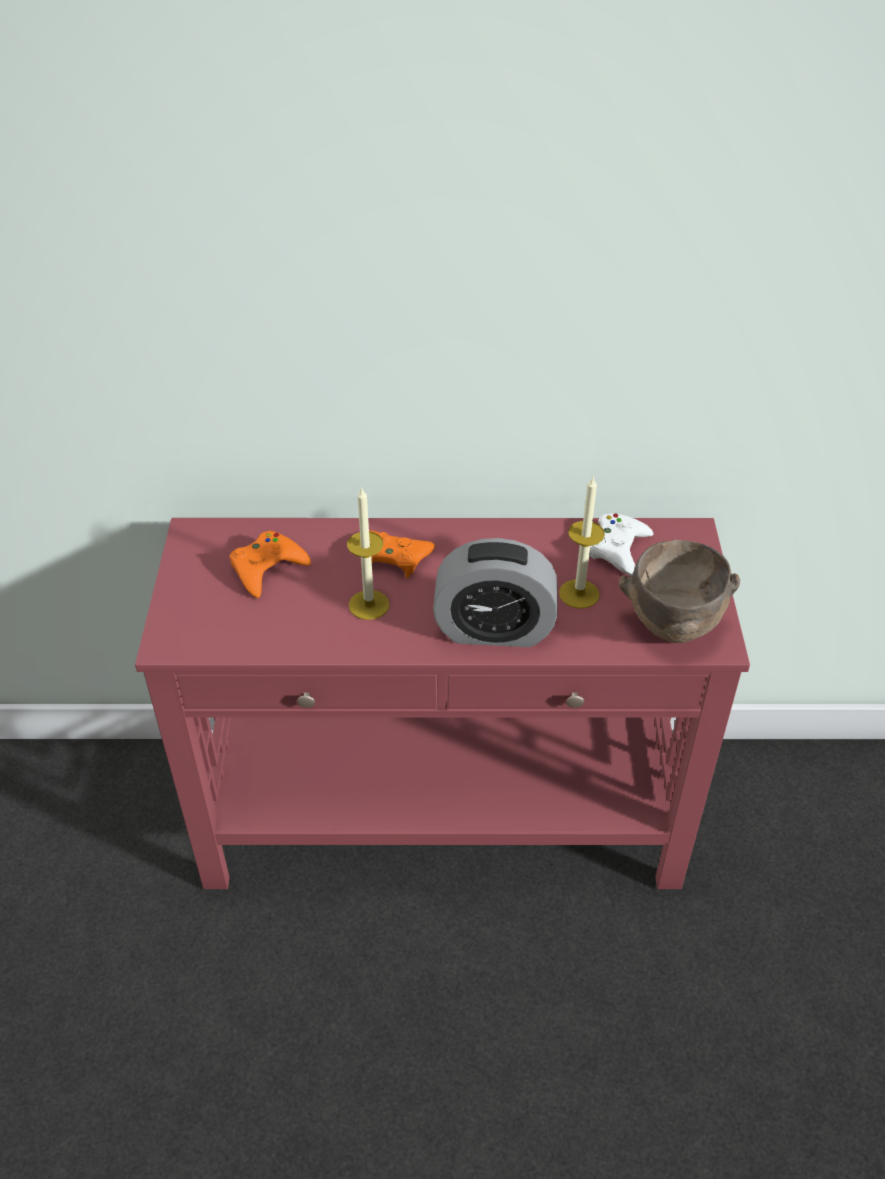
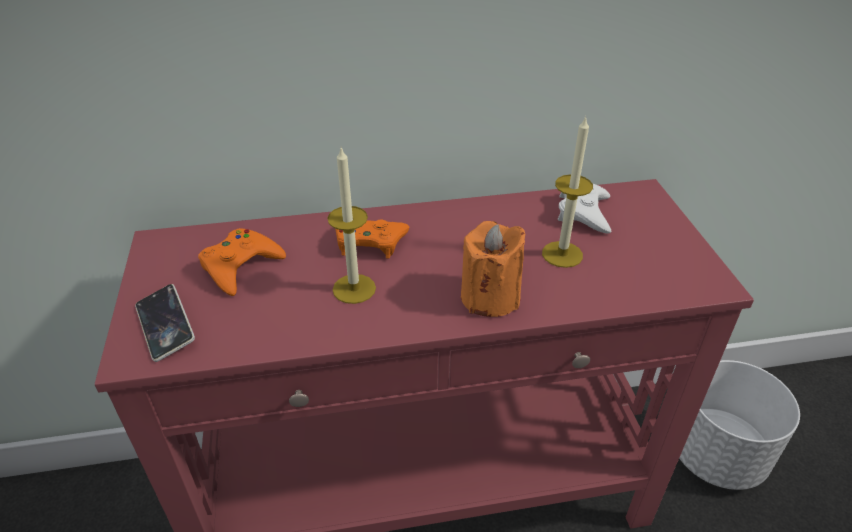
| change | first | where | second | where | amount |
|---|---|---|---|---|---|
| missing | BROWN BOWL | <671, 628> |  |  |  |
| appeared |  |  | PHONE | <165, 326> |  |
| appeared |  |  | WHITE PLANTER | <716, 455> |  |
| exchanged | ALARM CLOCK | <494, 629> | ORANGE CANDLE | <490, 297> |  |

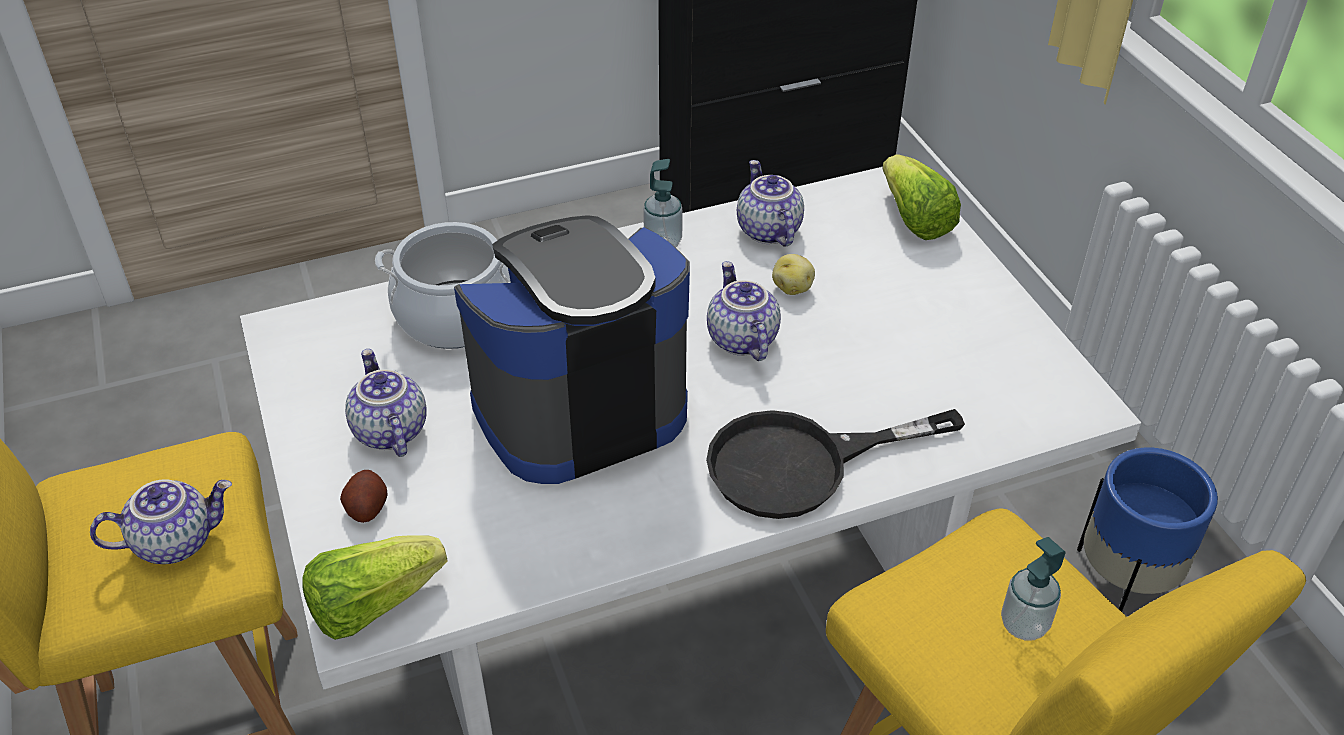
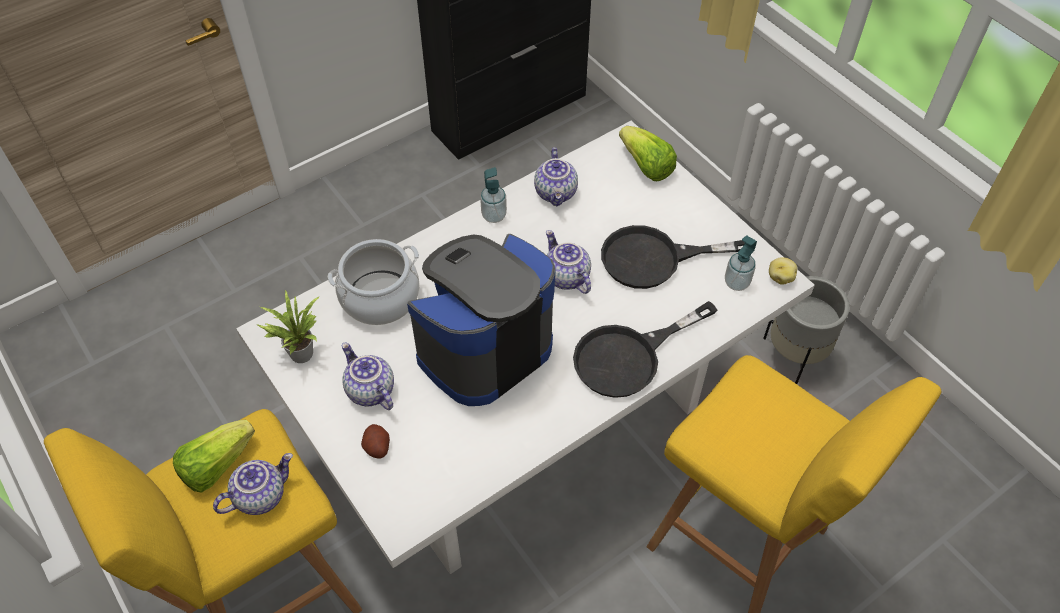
| change | first | where | second | where | amount |
|---|---|---|---|---|---|
| appeared |  |  | POTTED PLANT | <299, 352> |  |
| appeared |  |  | BLACK FRYING PAN | <655, 259> |  |
| relocated | LETTUCE | <373, 604> |  | <217, 465> |  |
| relocated | POTATO | <792, 287> |  | <780, 277> |  |
| relocated | SOAP DISPENSER | <1024, 624> |  | <736, 282> |  |
| colour | BLUE PLANTER | <1123, 587> | GREY PLANTER | <795, 356> |  |
| spun | TEAPOT | <767, 230> |  | <557, 193> | 150 degrees counterclockwise |

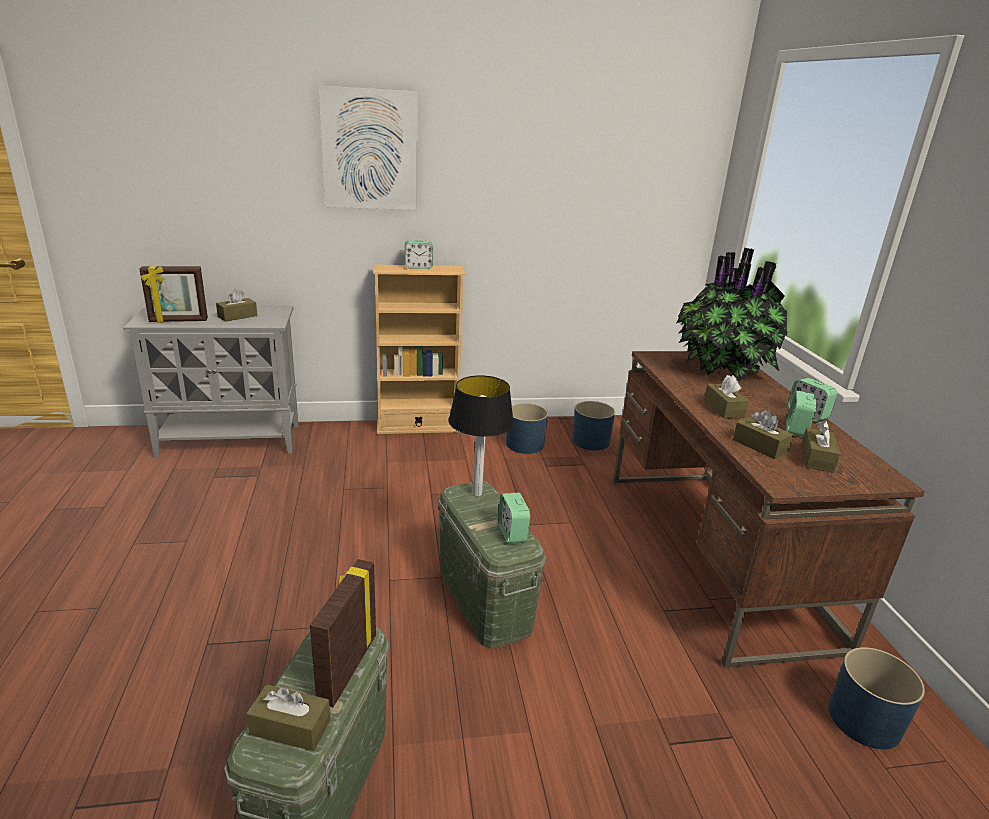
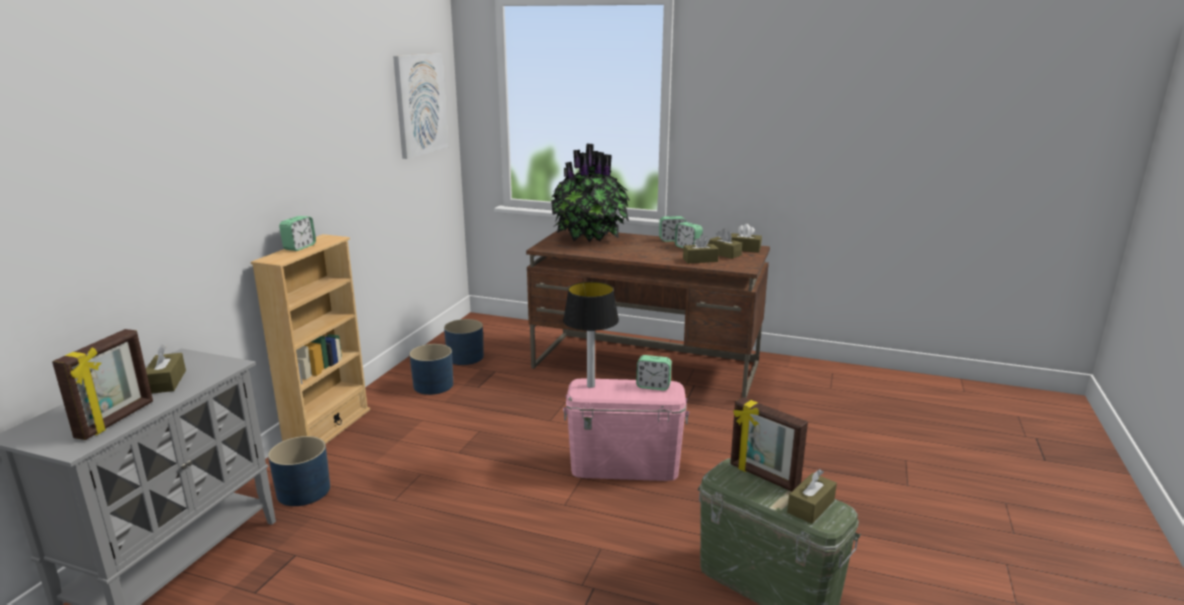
| change | first | where | second | where | amount |
|---|---|---|---|---|---|
| relocated | PICTURE | <370, 150> |  | <420, 104> |  |
| relocated | BROWN TISSUE BOX | <723, 409> |  | <744, 249> |  |
| relocated | BLUE PLANTER | <864, 720> |  | <304, 491> |  |
| colour | GREEN STORAGE BOX | <485, 600> | PINK STORAGE BOX | <625, 465> |  |

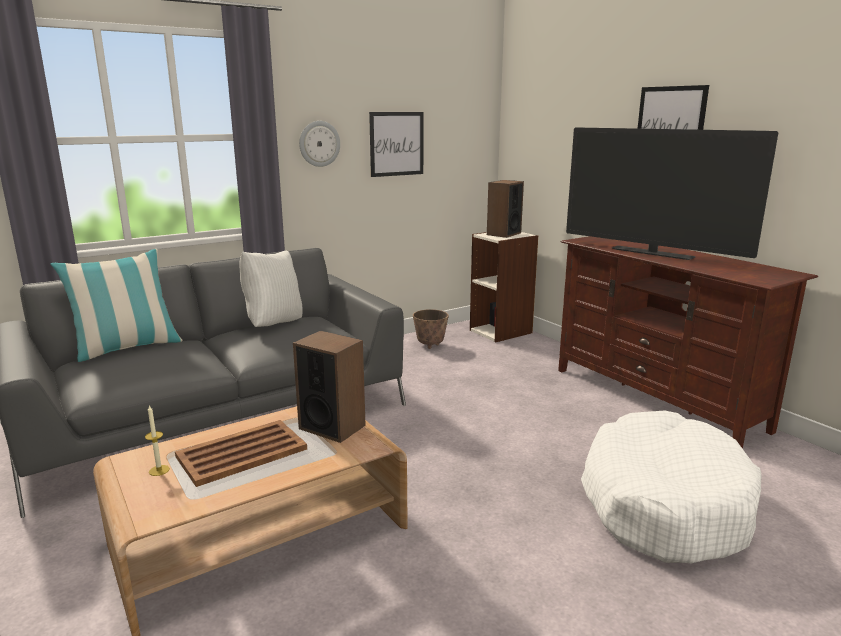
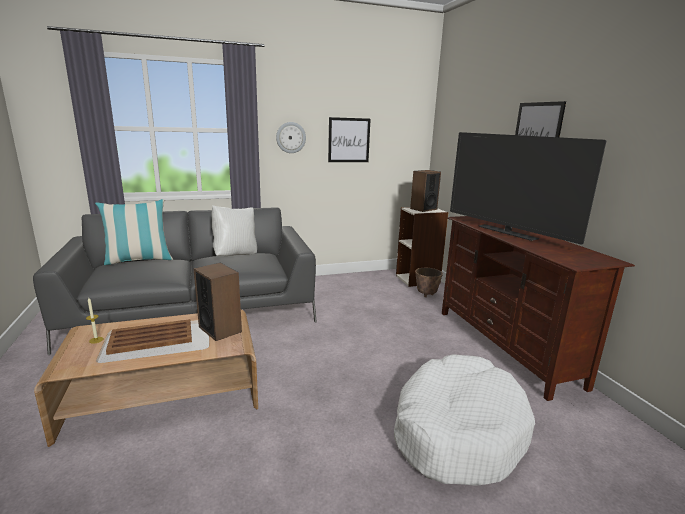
| change | first | where | second | where | amount |
|---|---|---|---|---|---|
| relocated | PLANTER | <430, 345> |  | <426, 294> |  |

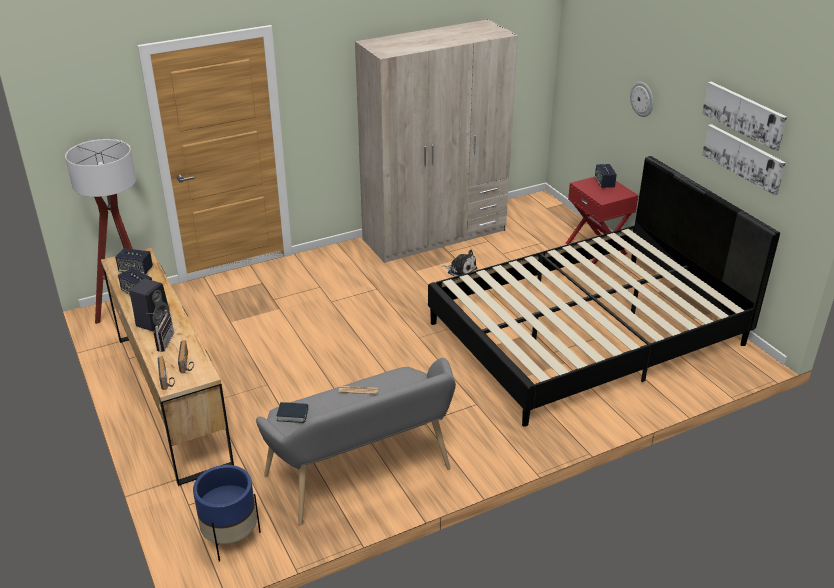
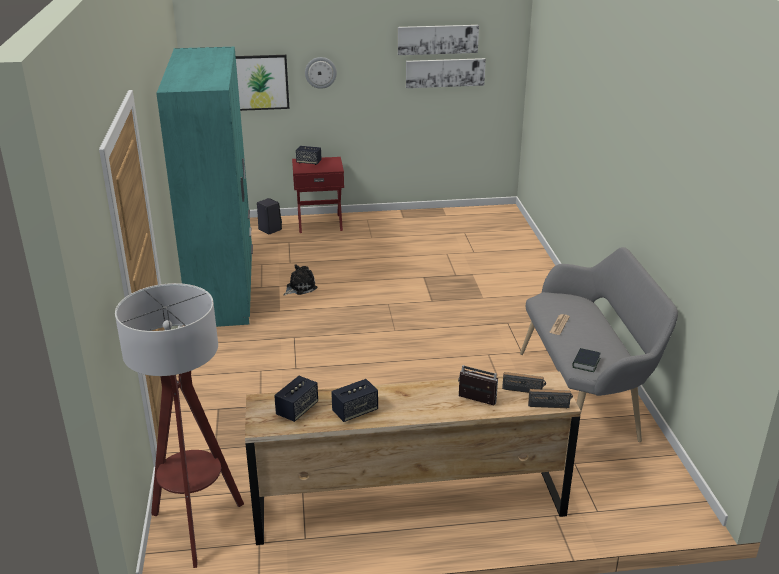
| change | first | where | second | where | amount |
|---|---|---|---|---|---|
| missing | BLUE PLANTER | <231, 538> |  |  |  |
| missing | BLACK BED | <587, 334> |  |  |  |
| appeared |  |  | PICTURE | <260, 82> |  |
| relocated | BLACK SPEAKER | <154, 322> |  | <269, 229> |  |
| colour | BEIGE WARDROBE | <435, 235> | TURQUOISE WARDROBE | <223, 287> |  |

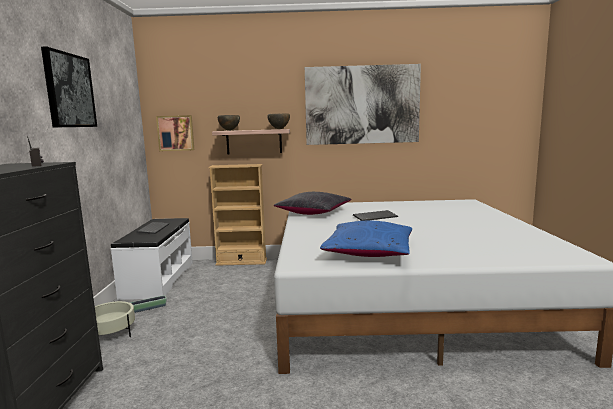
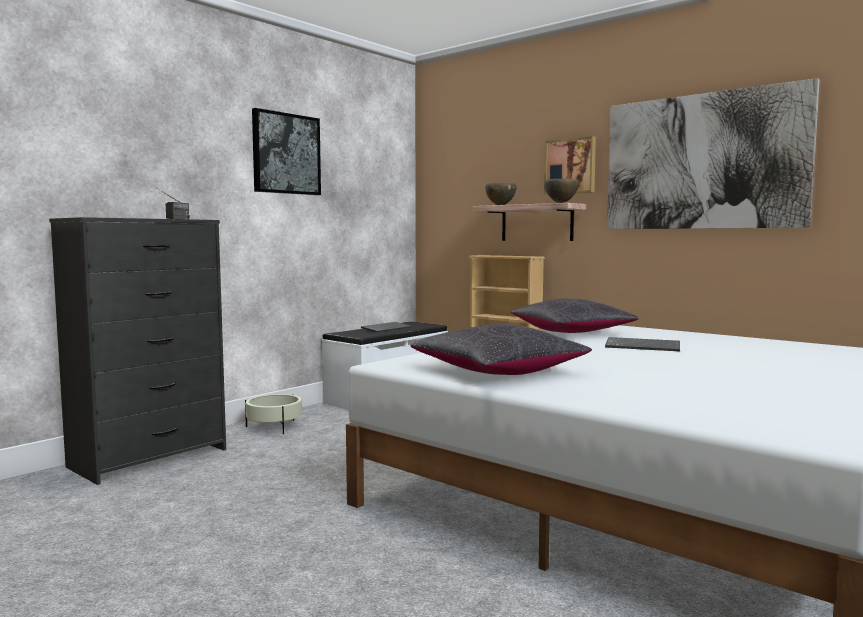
| change | first | where | second | where | amount |
|---|---|---|---|---|---|
| missing | PLANTER | <149, 308> |  |  |  |
| relocated | PICTURE | <176, 133> |  | <570, 166> |  |
| colour | BLUE PILLOW | <369, 252> | BLACK PILLOW | <498, 371> |  |

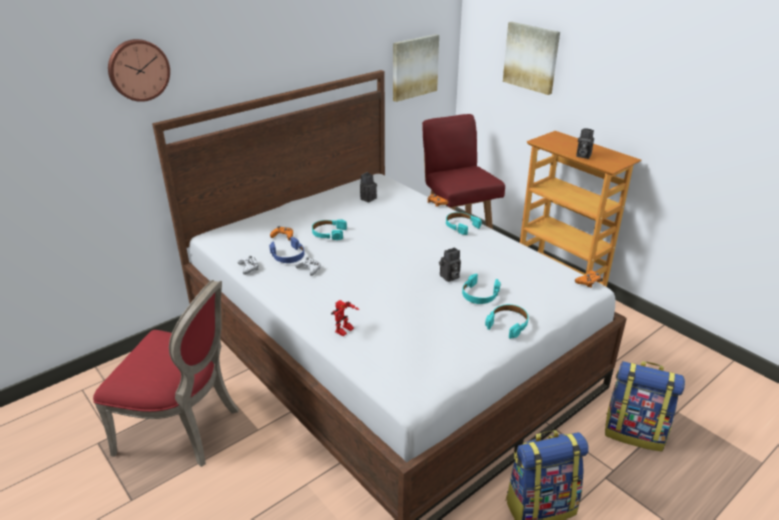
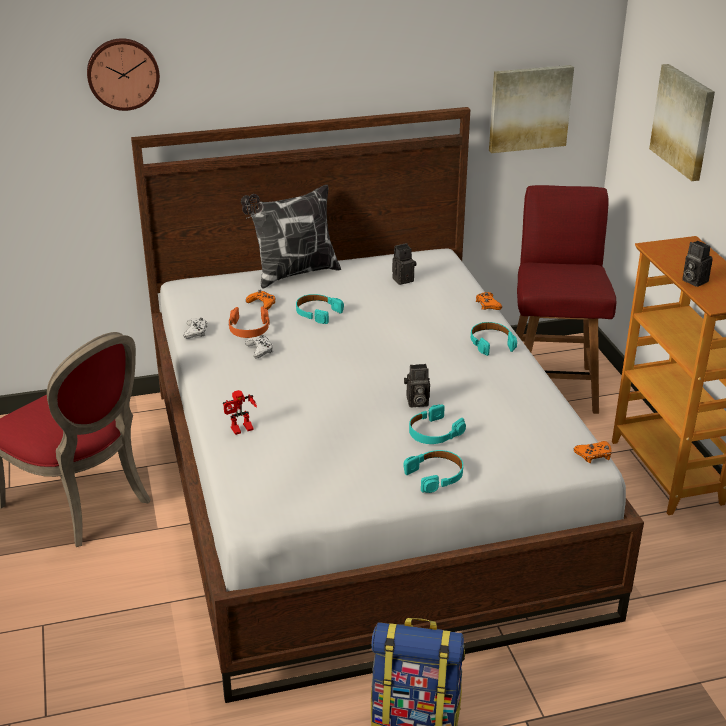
| change | first | where | second | where | amount |
|---|---|---|---|---|---|
| missing | BACKPACK | <635, 432> |  |  |  |
| appeared |  |  | PILLOW | <293, 273> |  |
| colour | BLUE HEADPHONES | <288, 256> | ORANGE HEADPHONES | <249, 329> |  |

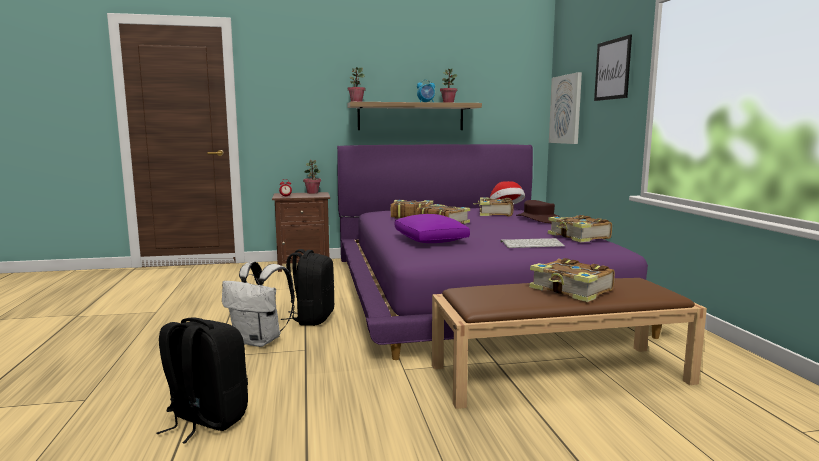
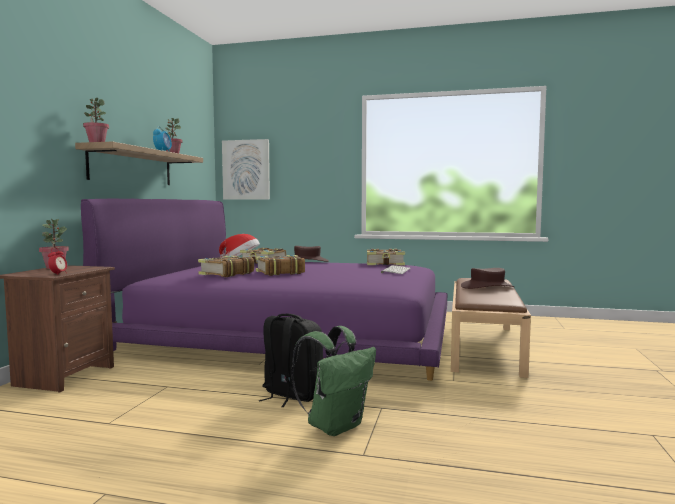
| change | first | where | second | where | amount |
|---|---|---|---|---|---|
| missing | BLACK BACKPACK | <205, 420> |  |  |  |
| missing | PURPLE PILLOW | <430, 240> |  |  |  |
| missing | PICTURE | <612, 69> |  |  |  |
| exchanged | BOOK | <571, 290> | BROWN HAT | <487, 287> |  |
| colour | WHITE BACKPACK | <260, 341> | GREEN BACKPACK | <335, 425> |  |

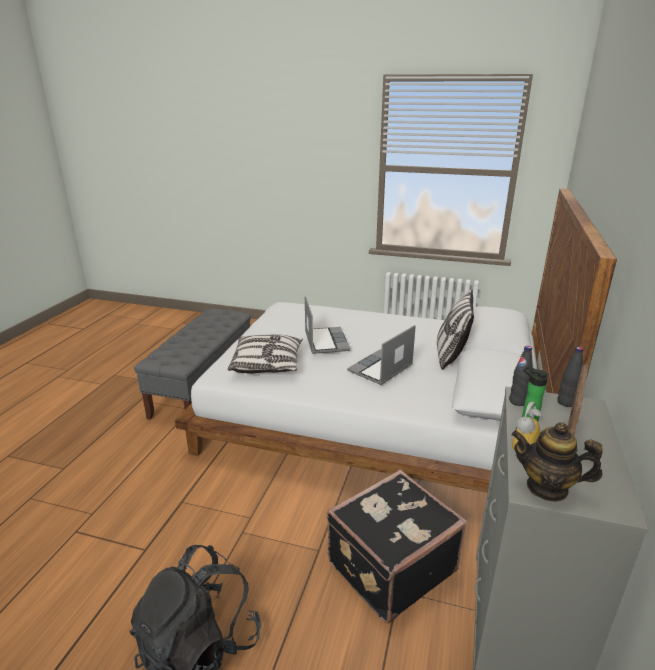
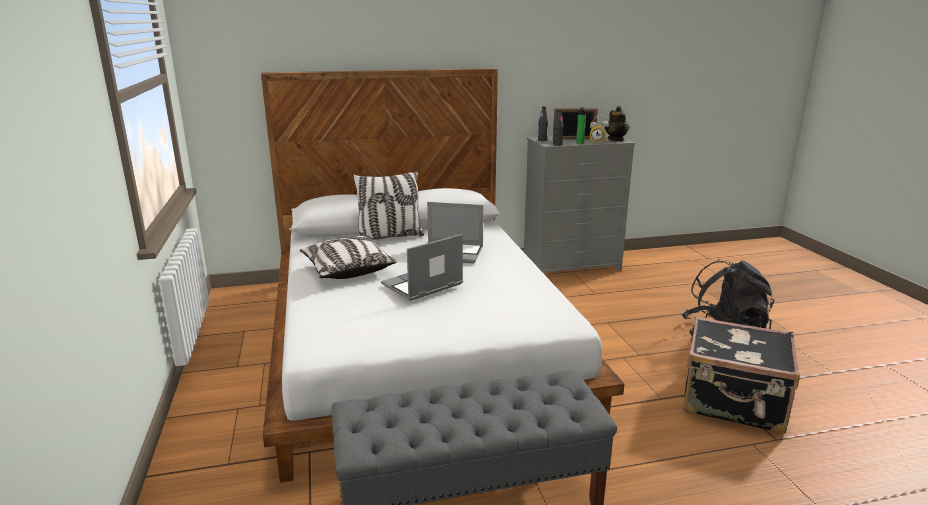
| change | first | where | second | where | amount |
|---|---|---|---|---|---|
| relocated | PILLOW | <267, 364> |  | <347, 270> |  |
| relocated | BLACK SUITCASE | <389, 565> |  | <733, 402> |  |

